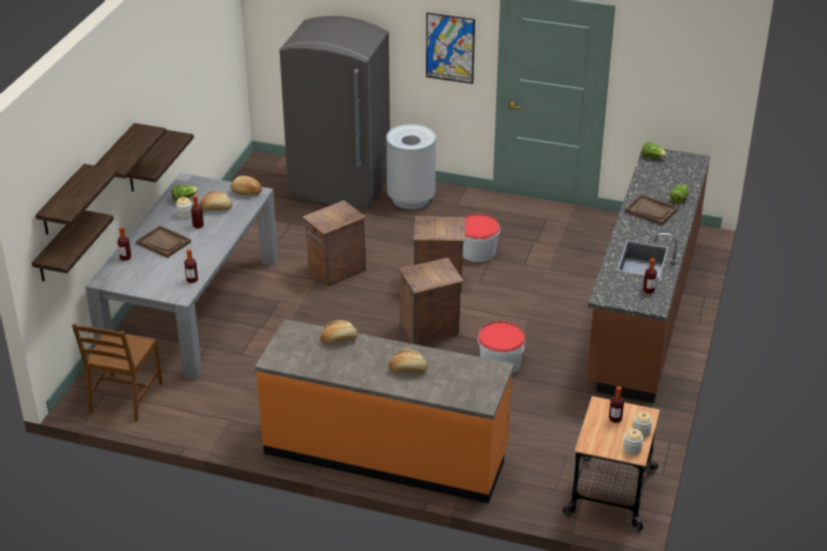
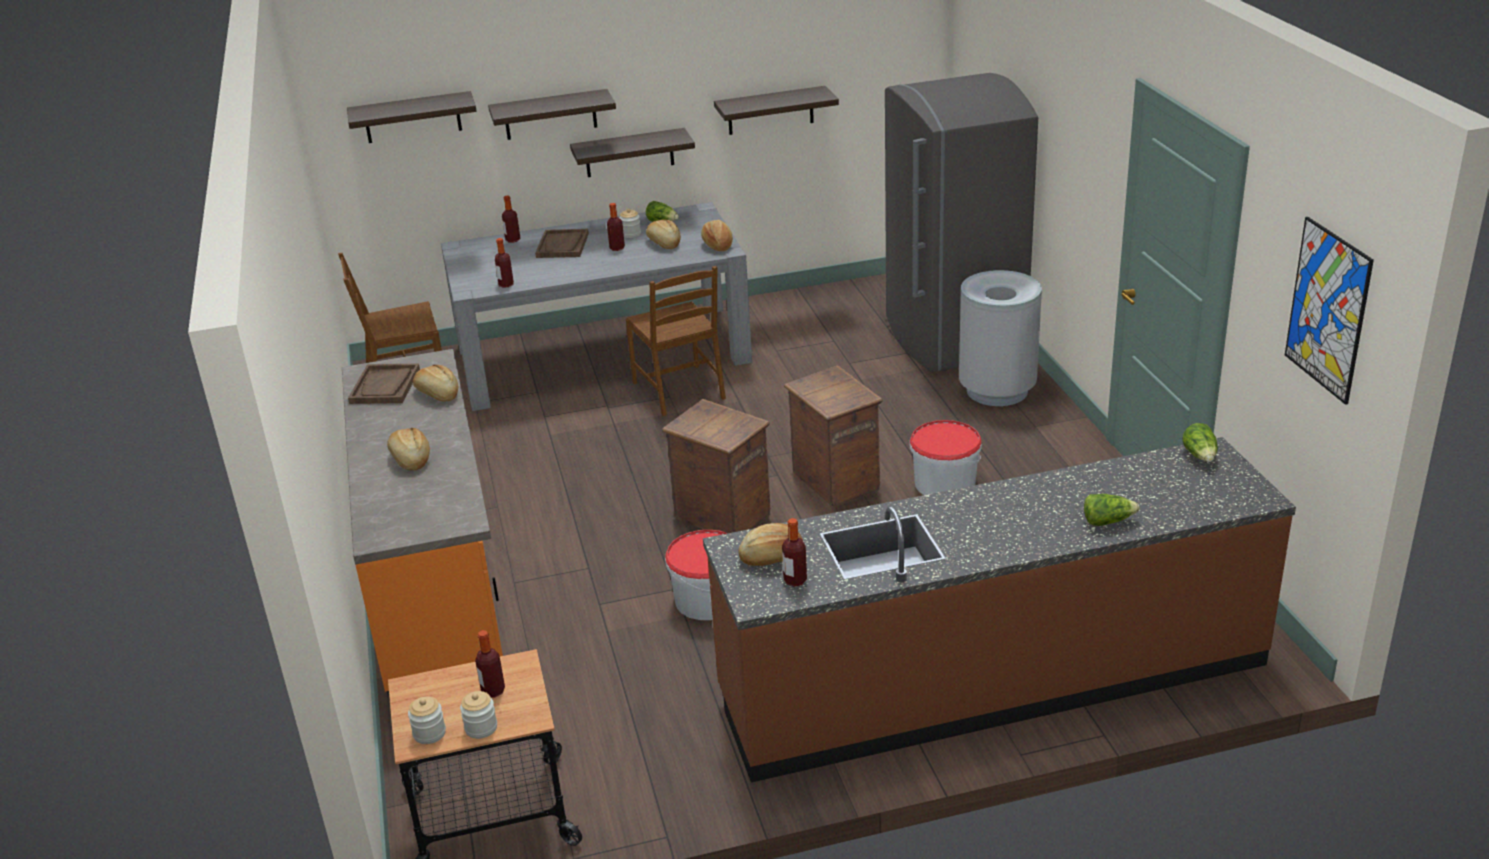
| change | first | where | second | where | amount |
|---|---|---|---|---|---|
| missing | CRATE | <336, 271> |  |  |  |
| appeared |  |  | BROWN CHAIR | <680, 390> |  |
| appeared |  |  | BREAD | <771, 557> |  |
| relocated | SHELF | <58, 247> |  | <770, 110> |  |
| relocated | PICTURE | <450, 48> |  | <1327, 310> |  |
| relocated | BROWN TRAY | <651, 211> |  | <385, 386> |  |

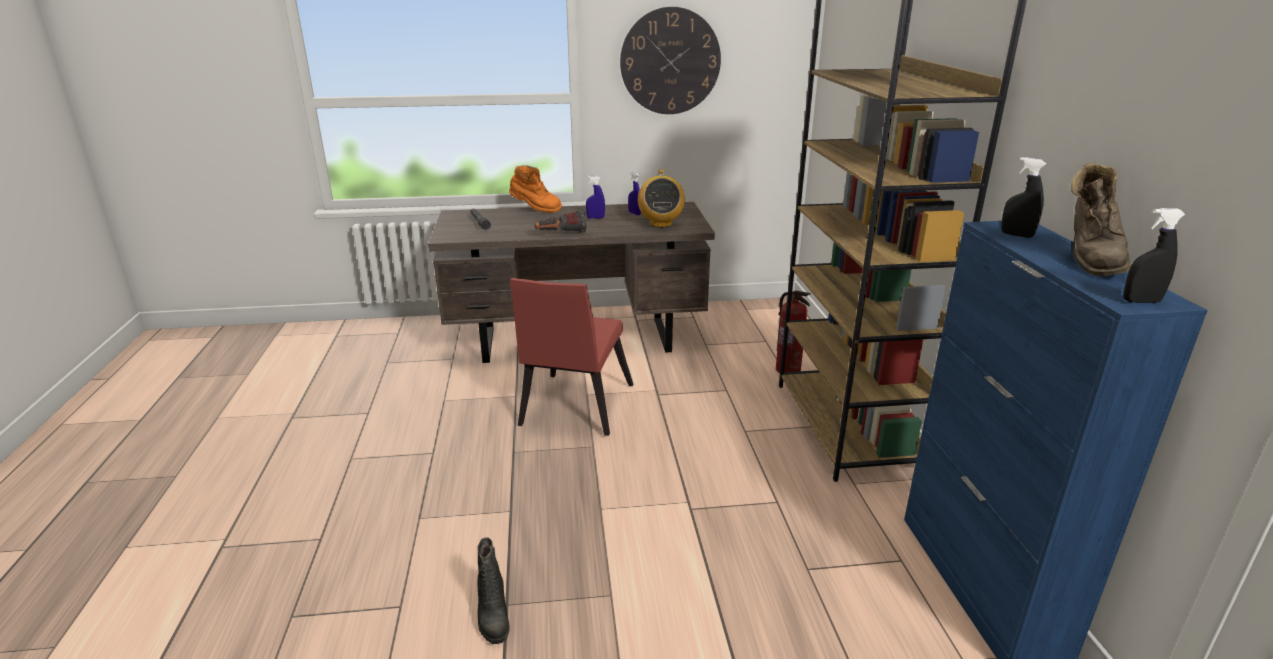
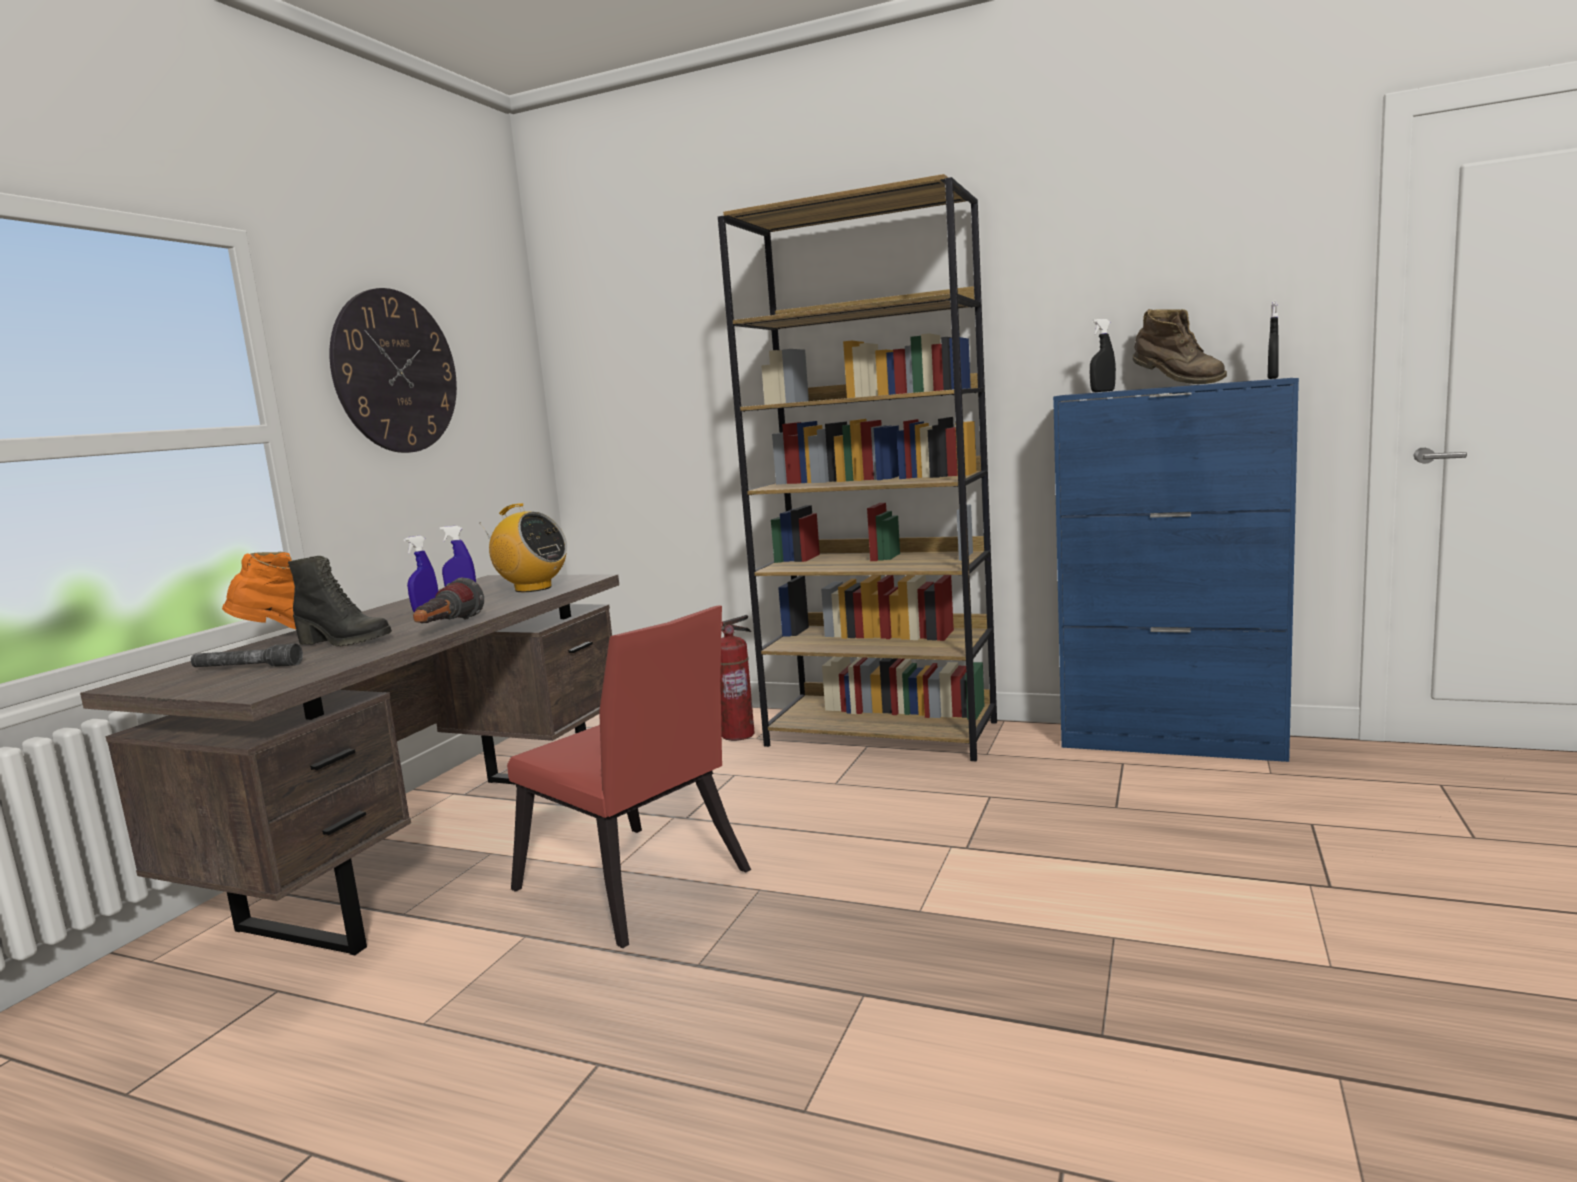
| change | first | where | second | where | amount |
|---|---|---|---|---|---|
| relocated | BLACK BOOT | <492, 616> |  | <344, 642> |  |

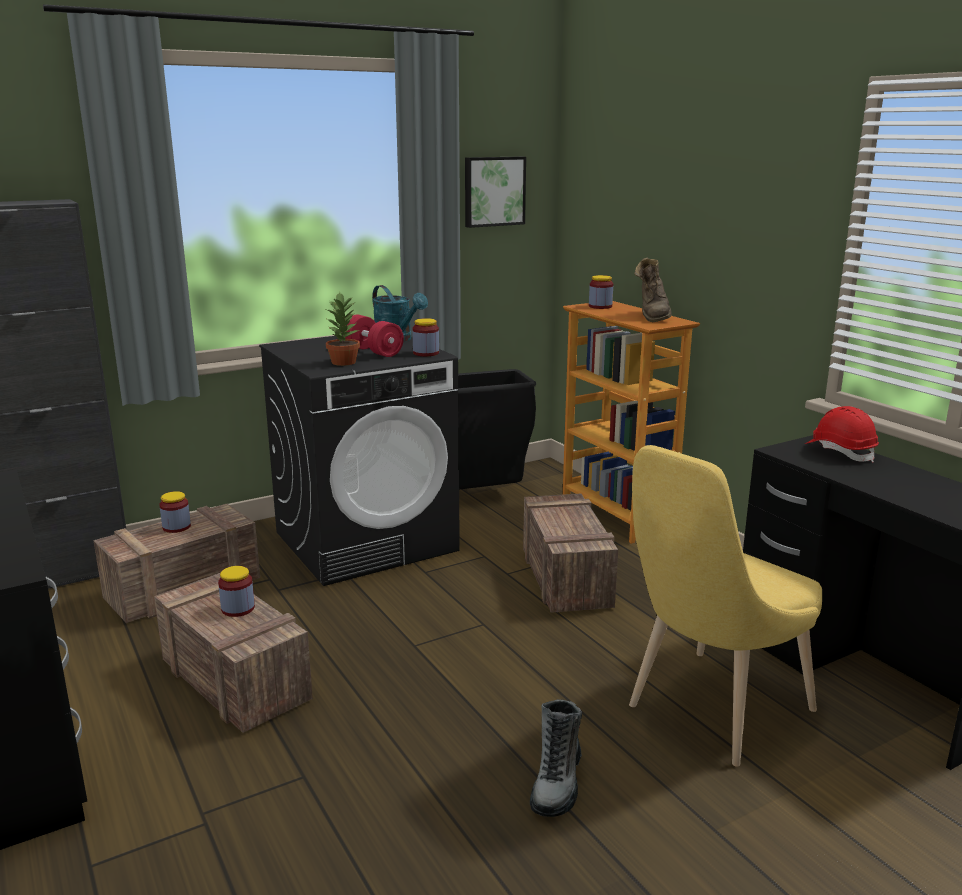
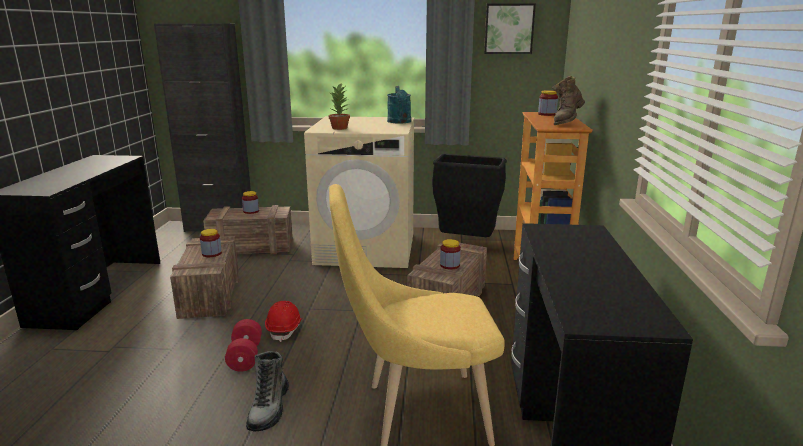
| change | first | where | second | where | amount |
|---|---|---|---|---|---|
| relocated | RED DUMBBELL | <373, 351> |  | <245, 356> |  |
| relocated | JAR | <426, 353> |  | <449, 265> |  |
| relocated | RED HARD HAT | <840, 452> |  | <285, 329> |  |
| colour | BLACK WASHING MACHINE | <366, 541> | BEIGE WASHING MACHINE | <366, 249> |  |
| spun | BOOT | <557, 783> |  | <269, 408> | 45 degrees counterclockwise |

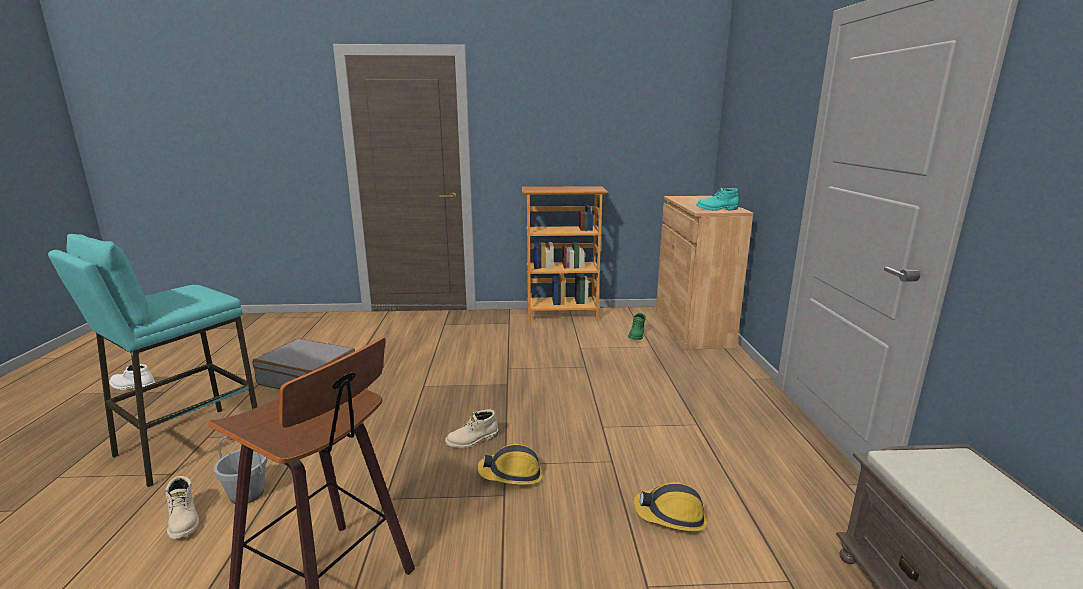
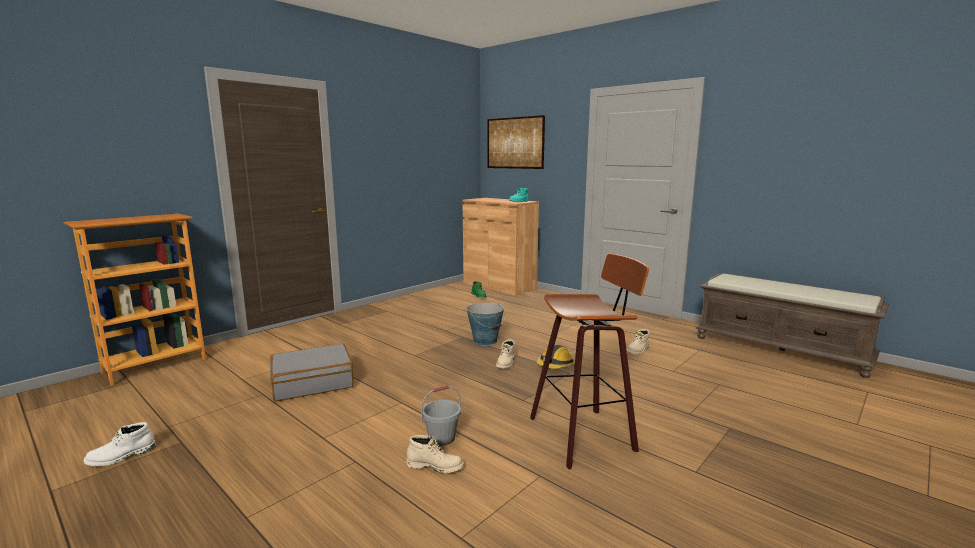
| change | first | where | second | where | amount |
|---|---|---|---|---|---|
| missing | TURQUOISE STOOL | <188, 444> |  |  |  |
| appeared |  |  | BUCKET | <485, 341> |  |
| appeared |  |  | PICTURE | <515, 143> |  |
| relocated | BOOKCASE | <562, 314> |  | <155, 366> |  |
| exchanged | HARD HAT | <671, 516> | BEIGE BOOT | <638, 350> |  |

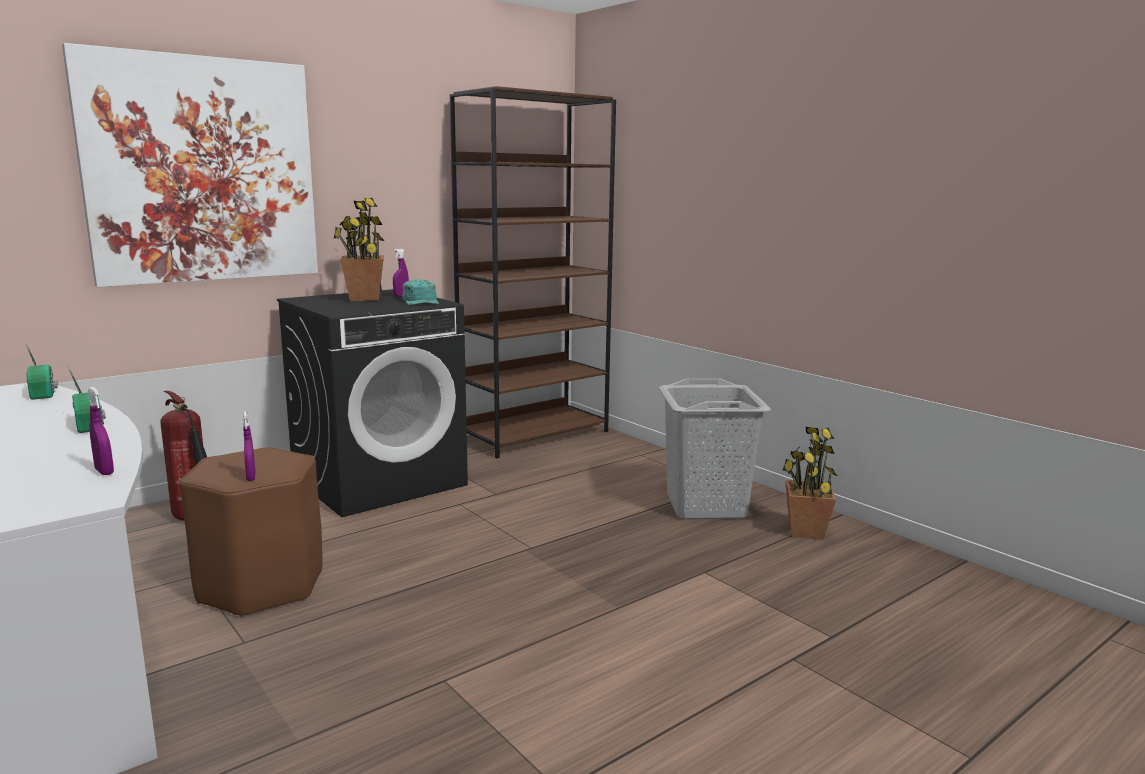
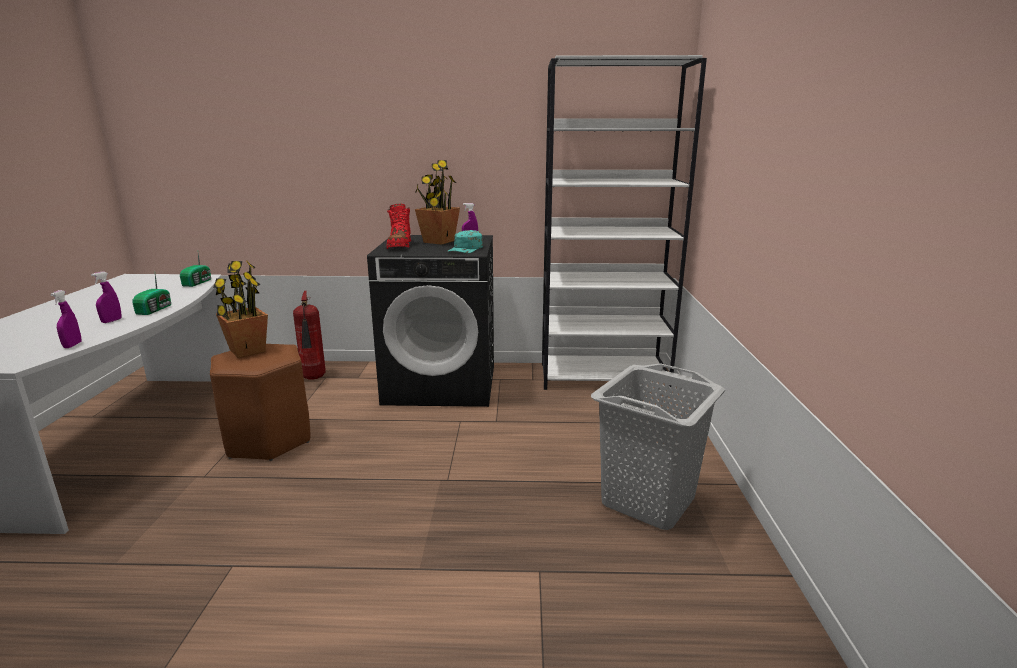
| change | first | where | second | where | amount |
|---|---|---|---|---|---|
| missing | PICTURE | <202, 171> |  |  |  |
| appeared |  |  | RED BOOT | <400, 246> |  |
| relocated | PURPLE SPRAY BOTTLE | <251, 477> |  | <111, 321> |  |
| relocated | POTTED PLANT | <806, 532> |  | <247, 351> |  |
| colour | BROWN BOOKCASE | <534, 435> | WHITE BOOKCASE | <604, 377> |  |

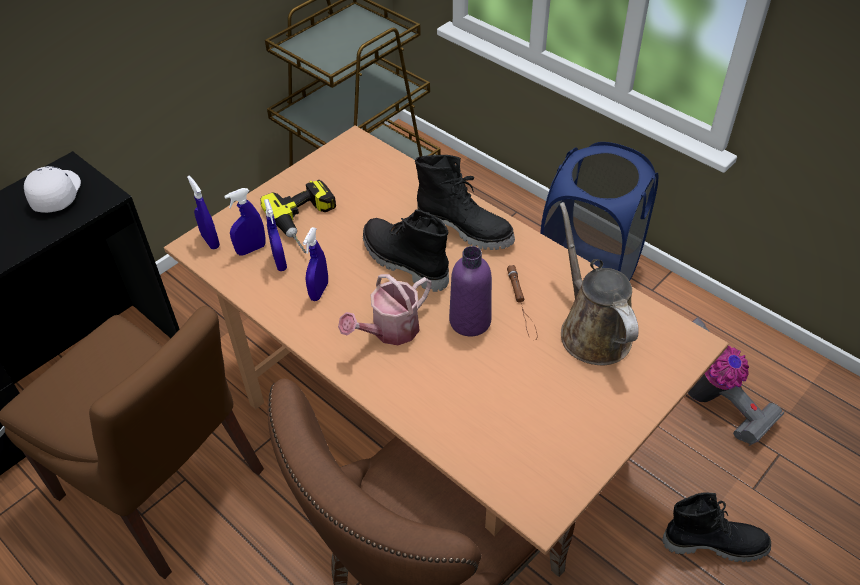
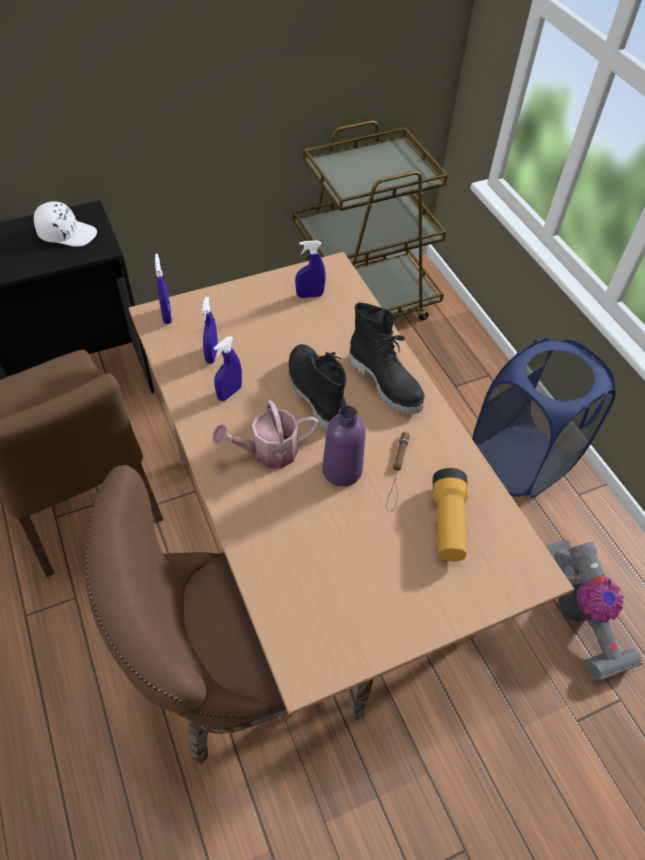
| change | first | where | second | where | amount |
|---|---|---|---|---|---|
| missing | POWER DRILL | <308, 222> |  |  |  |
| missing | BLACK BOOT | <714, 543> |  |  |  |
| relocated | BLUE SPRAY BOTTLE | <251, 249> |  | <310, 295> |  |
| exchanged | BROWN WATERING CAN | <592, 330> | FLASHLIGHT | <448, 523> |  |
| spun | WHITE CAP | <56, 195> |  | <67, 233> | 75 degrees clockwise |

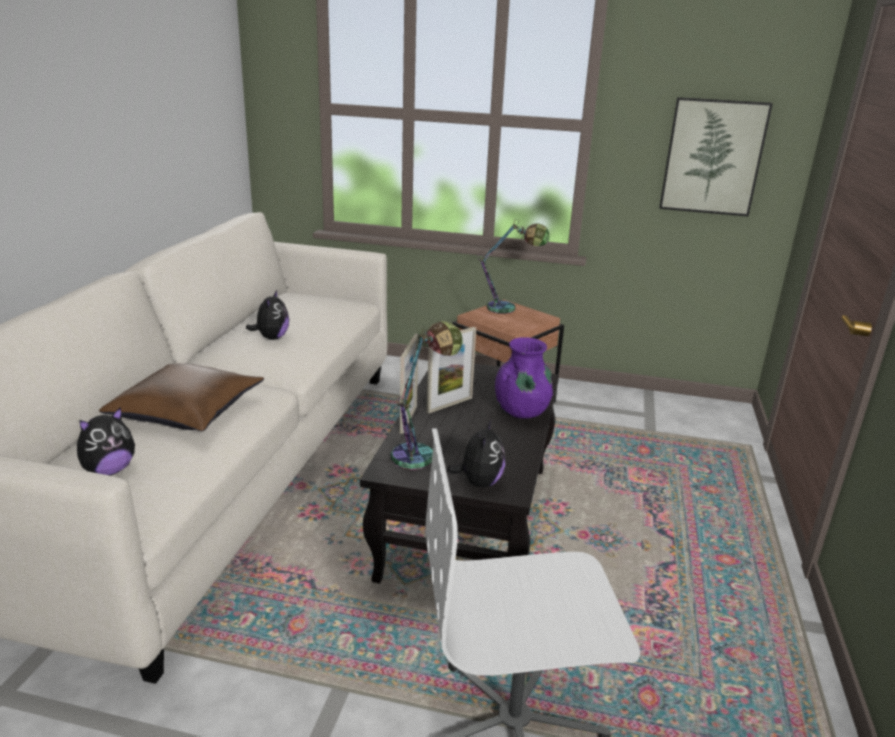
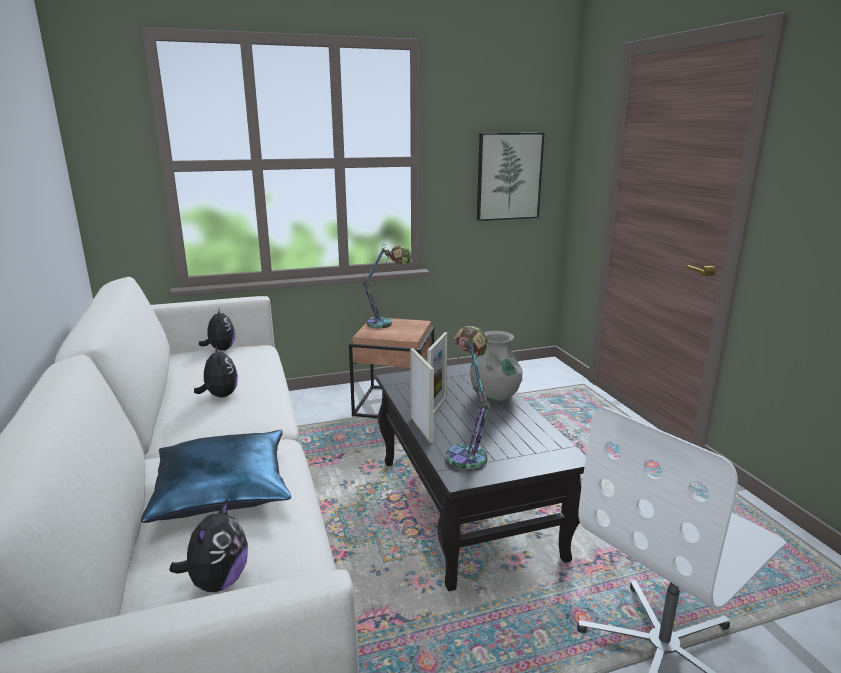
| change | first | where | second | where | amount |
|---|---|---|---|---|---|
| relocated | PLUSH TOY | <479, 482> |  | <221, 349> |  |
| colour | BROWN PILLOW | <187, 410> | BLUE PILLOW | <223, 488> |  |
| colour | PURPLE VASE | <521, 412> | GREY VASE | <494, 396> |  |

